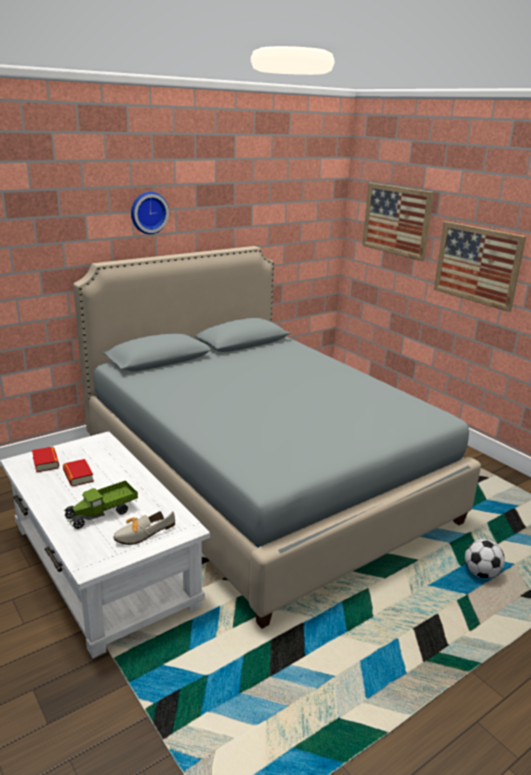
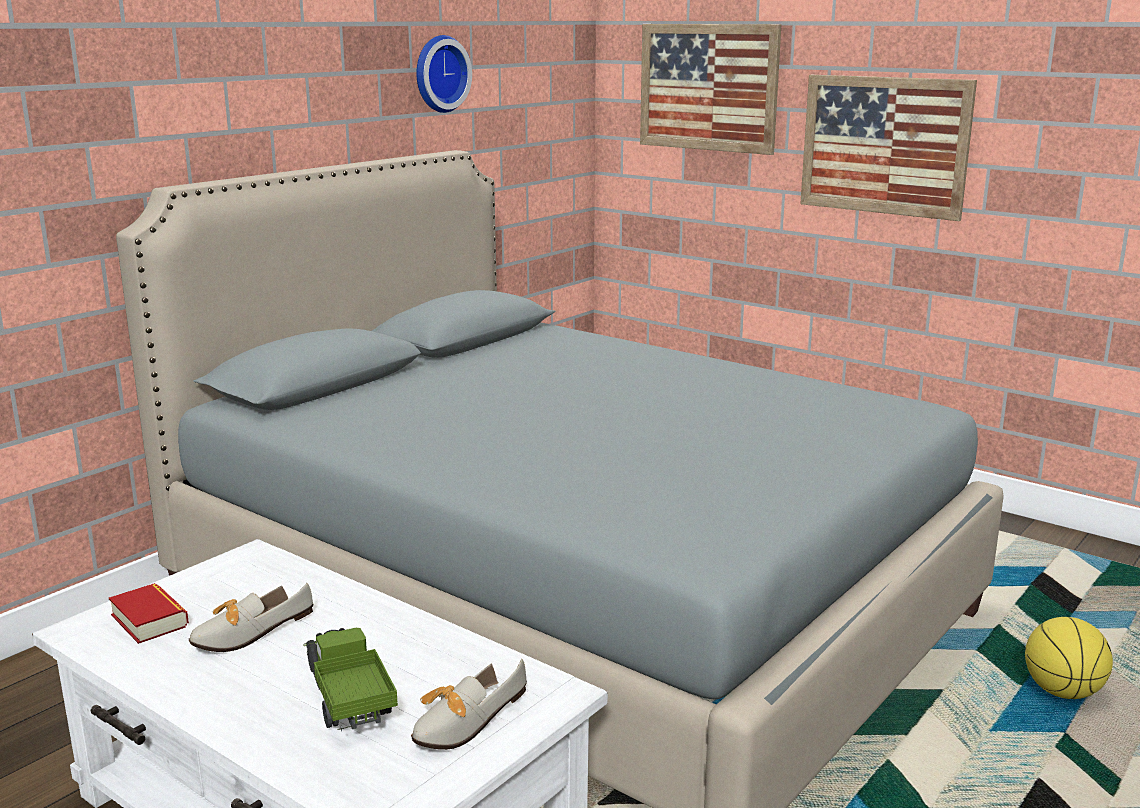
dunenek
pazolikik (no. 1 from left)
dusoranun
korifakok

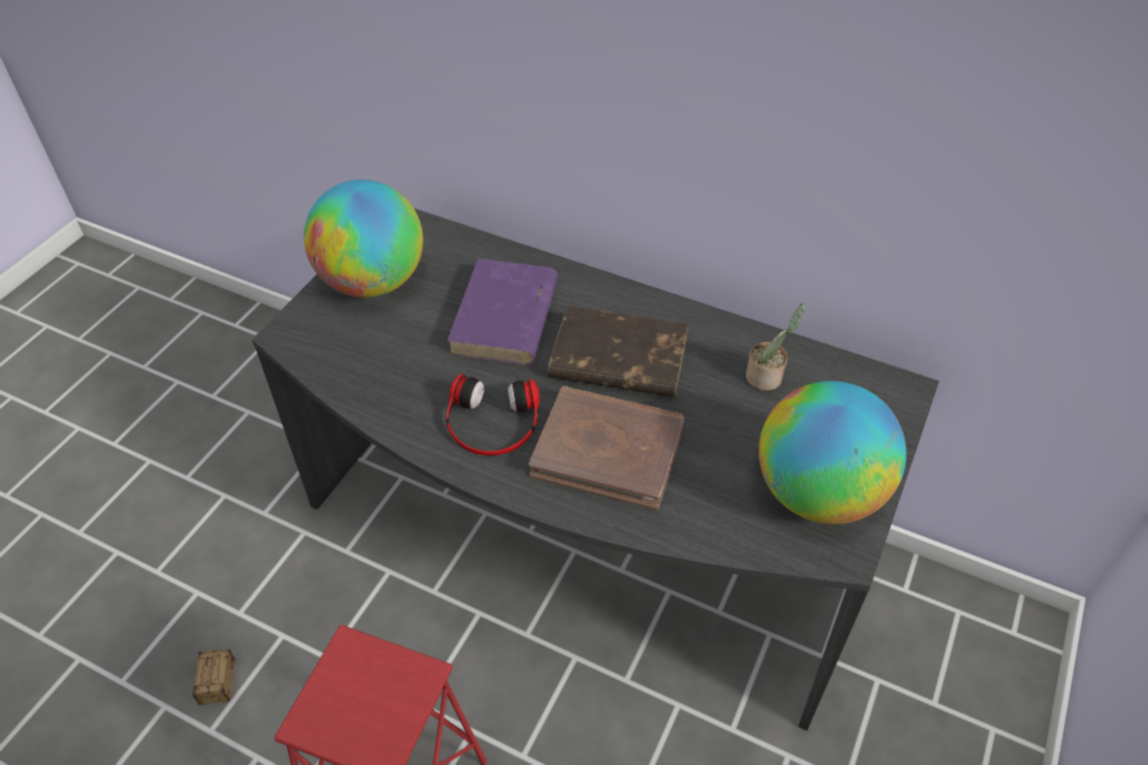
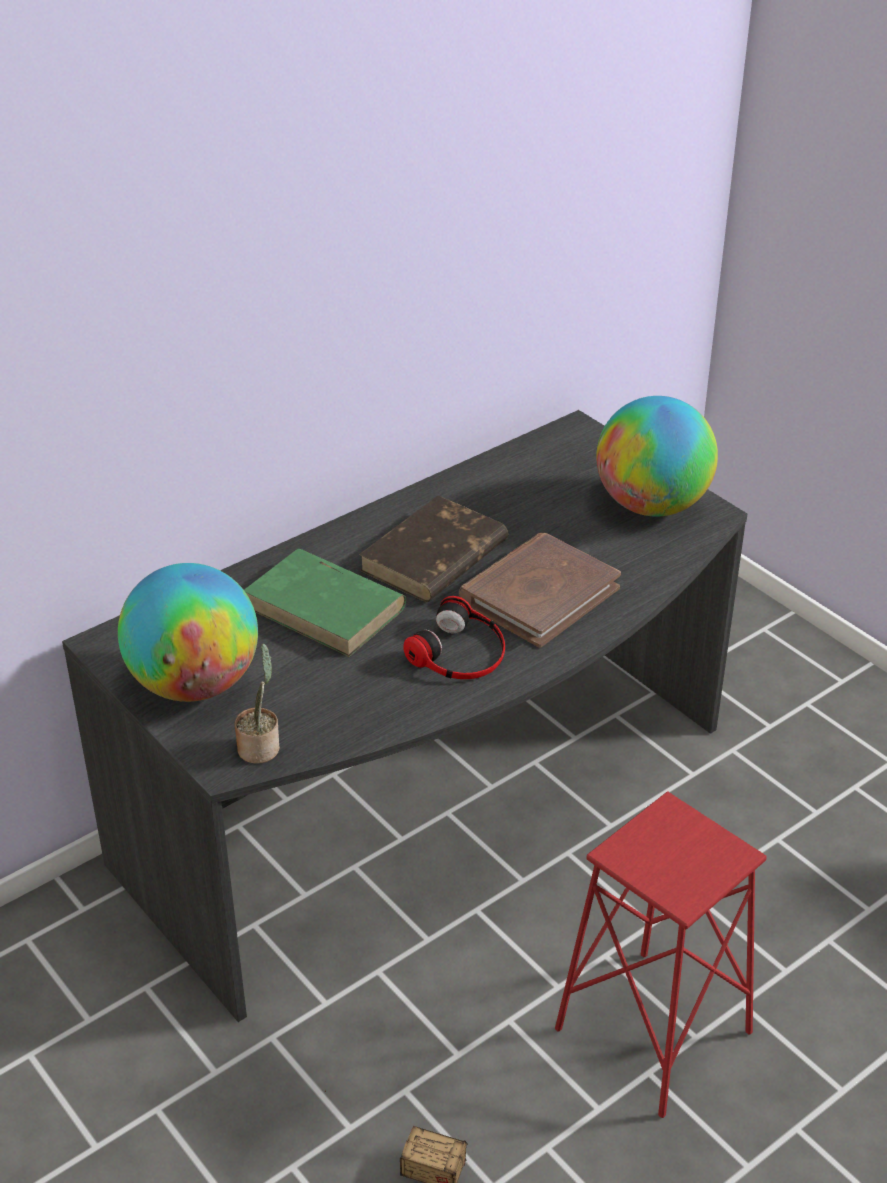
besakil
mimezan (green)

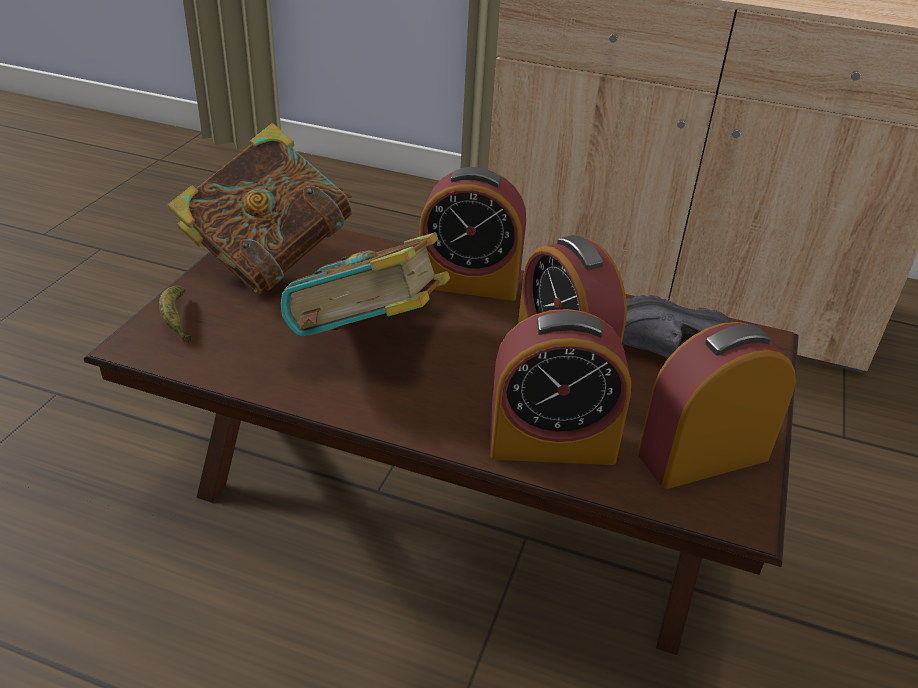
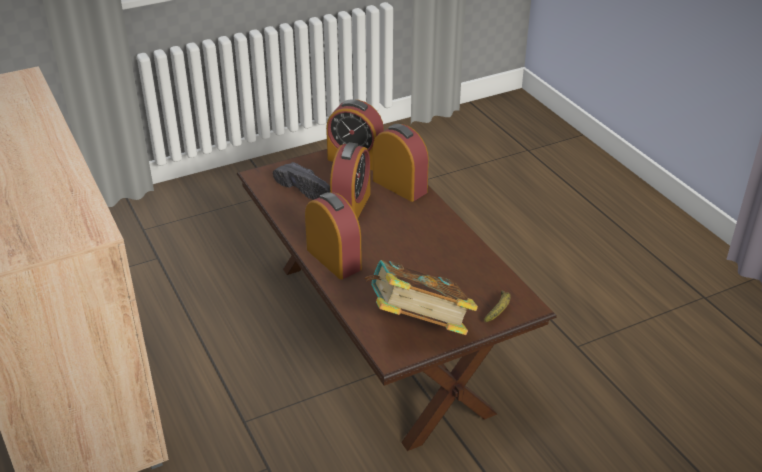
mimezan (no. 2 from left in the first image)

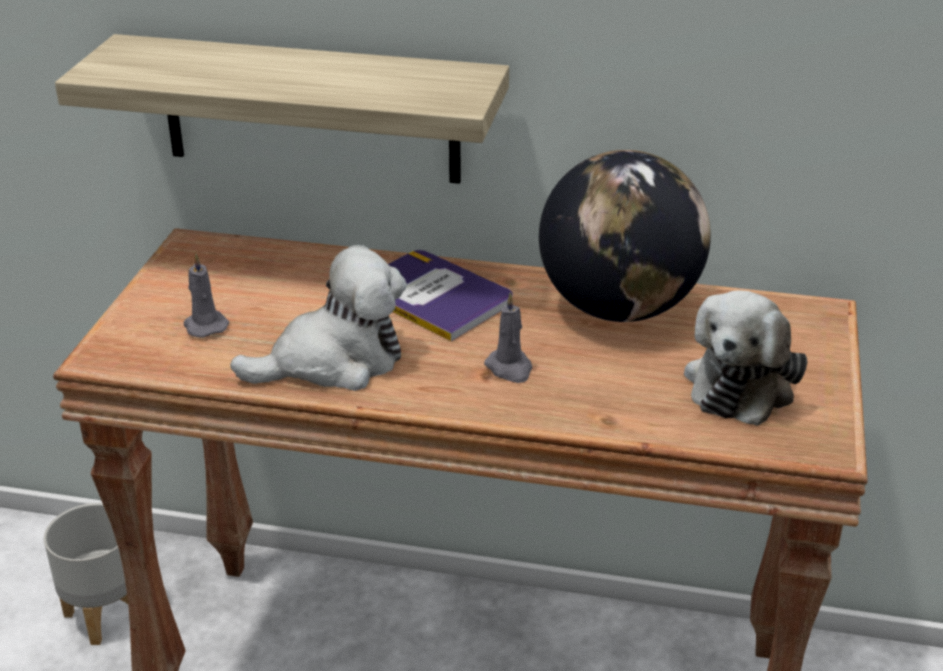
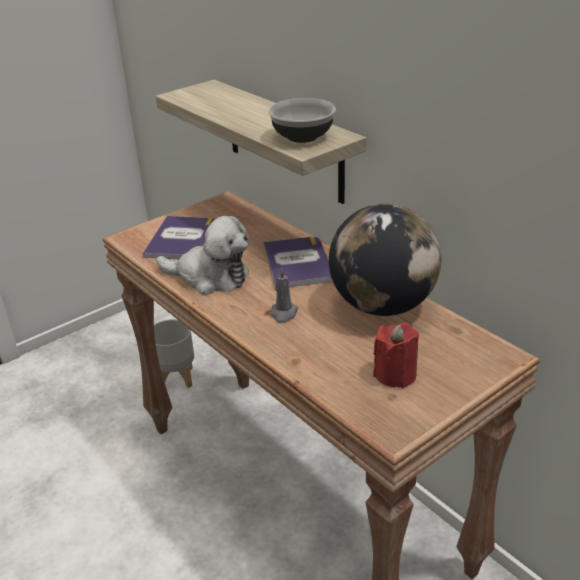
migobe
mimezan (no. 1 from left)
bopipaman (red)

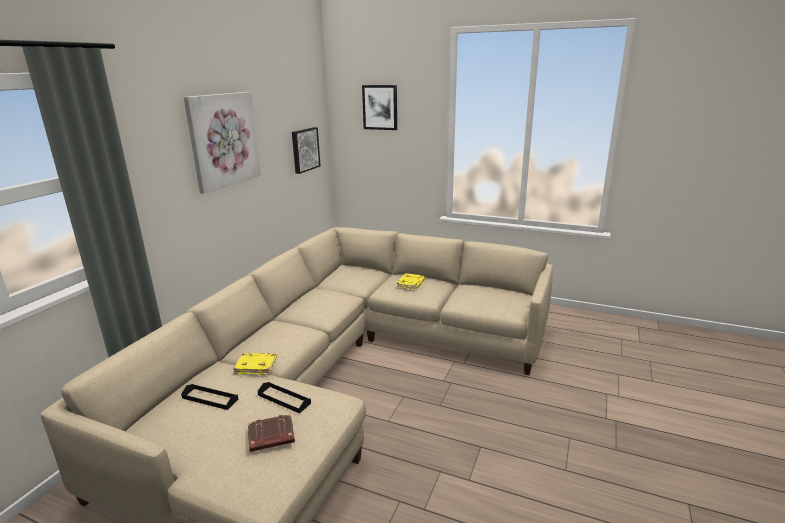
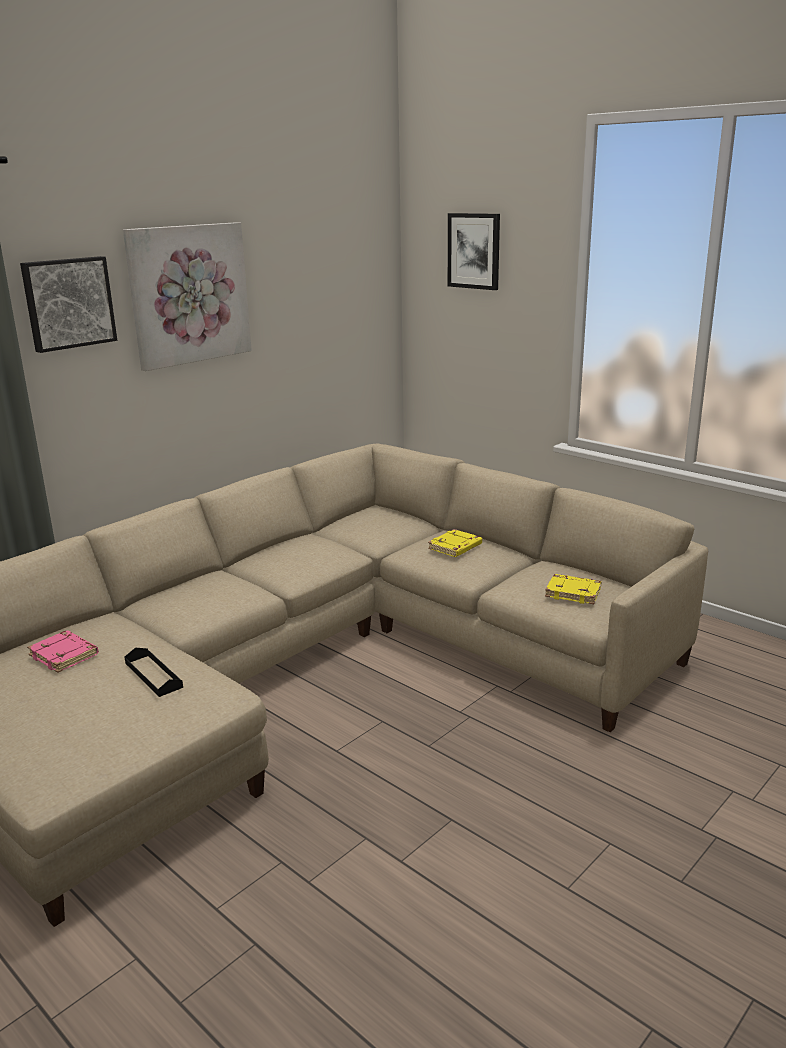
mimezan (brown)
mimezan (yellow) (no. 2 from left)
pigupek (no. 1 from left)
mimezan (pink)

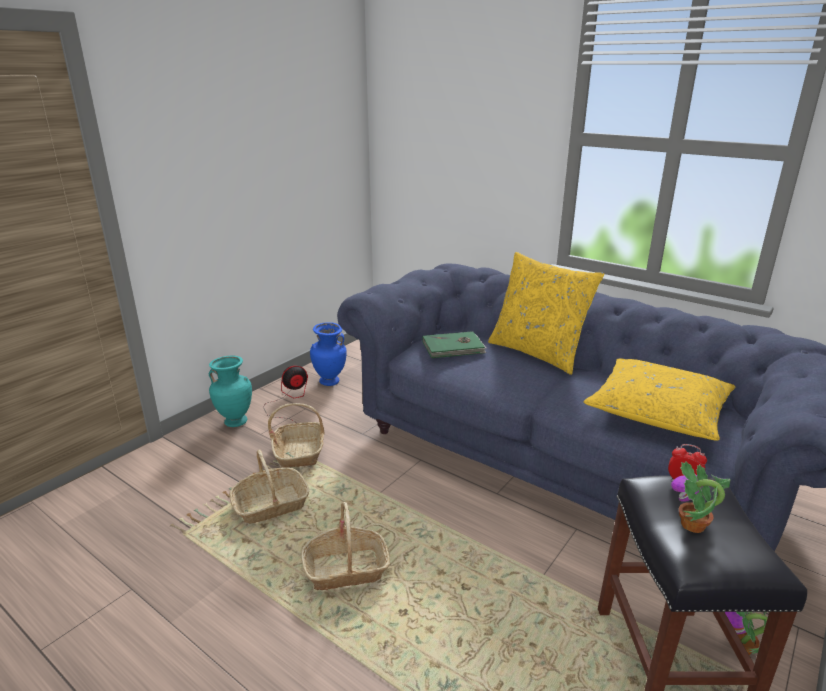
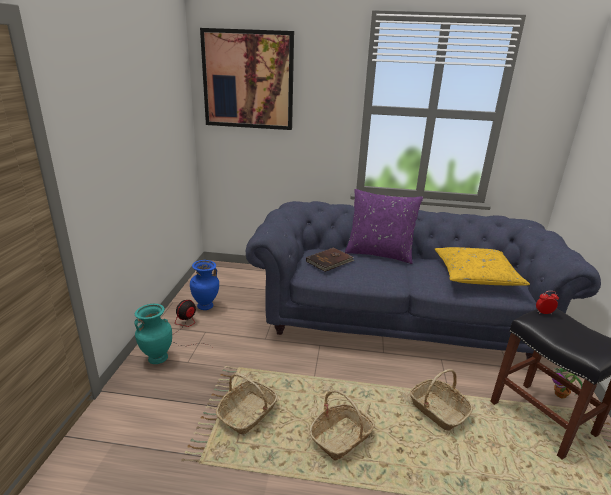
besakil (no. 1 from left in the first image)
pigupek
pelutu (no. 3 from left)
mimezan (brown)
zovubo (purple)

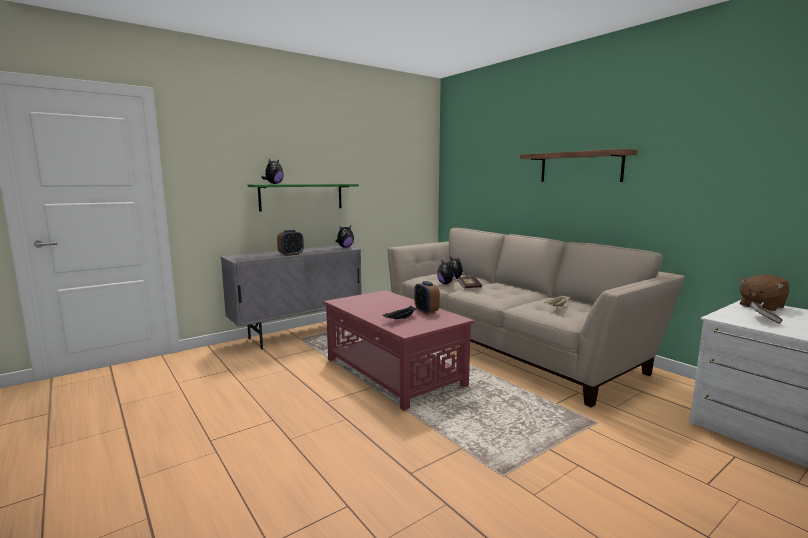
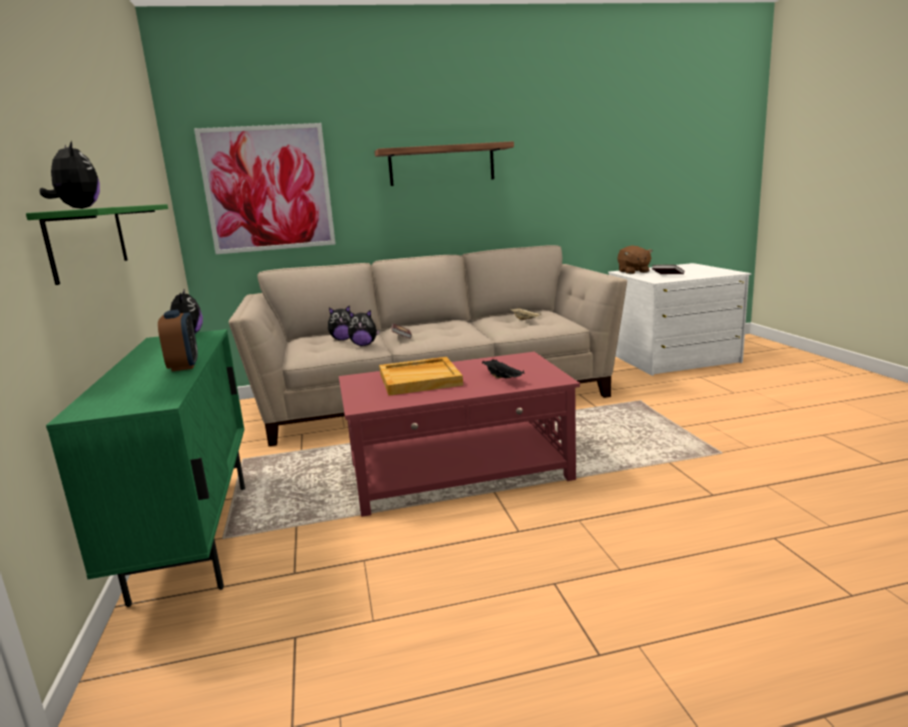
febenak (no. 2 from left in the first image)
pigupek
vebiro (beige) (no. 1 from left)
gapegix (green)

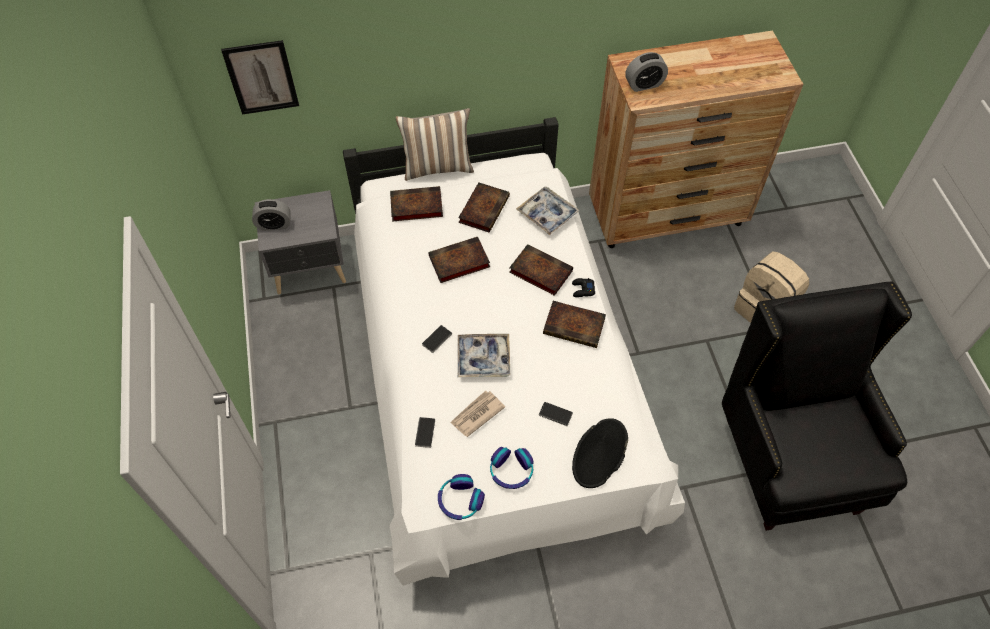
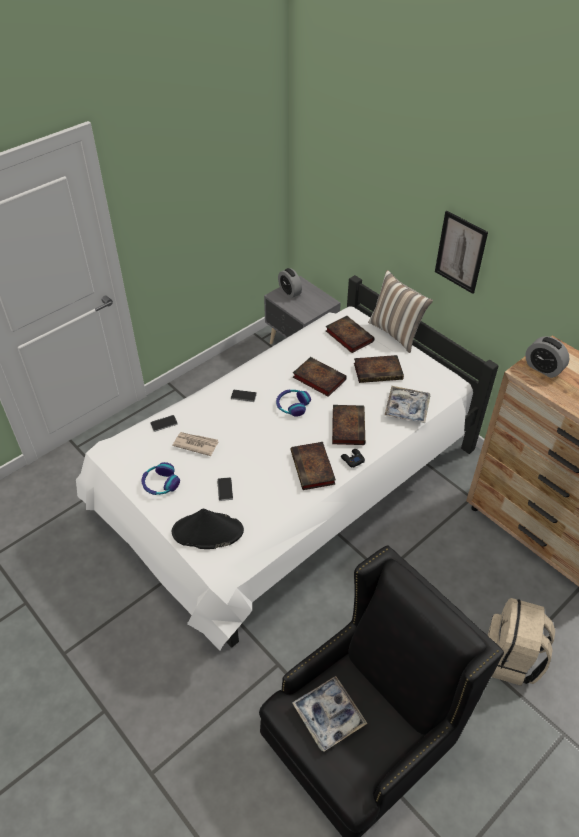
pigupek
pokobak (no. 2 from left)
vebiro (no. 1 from left)

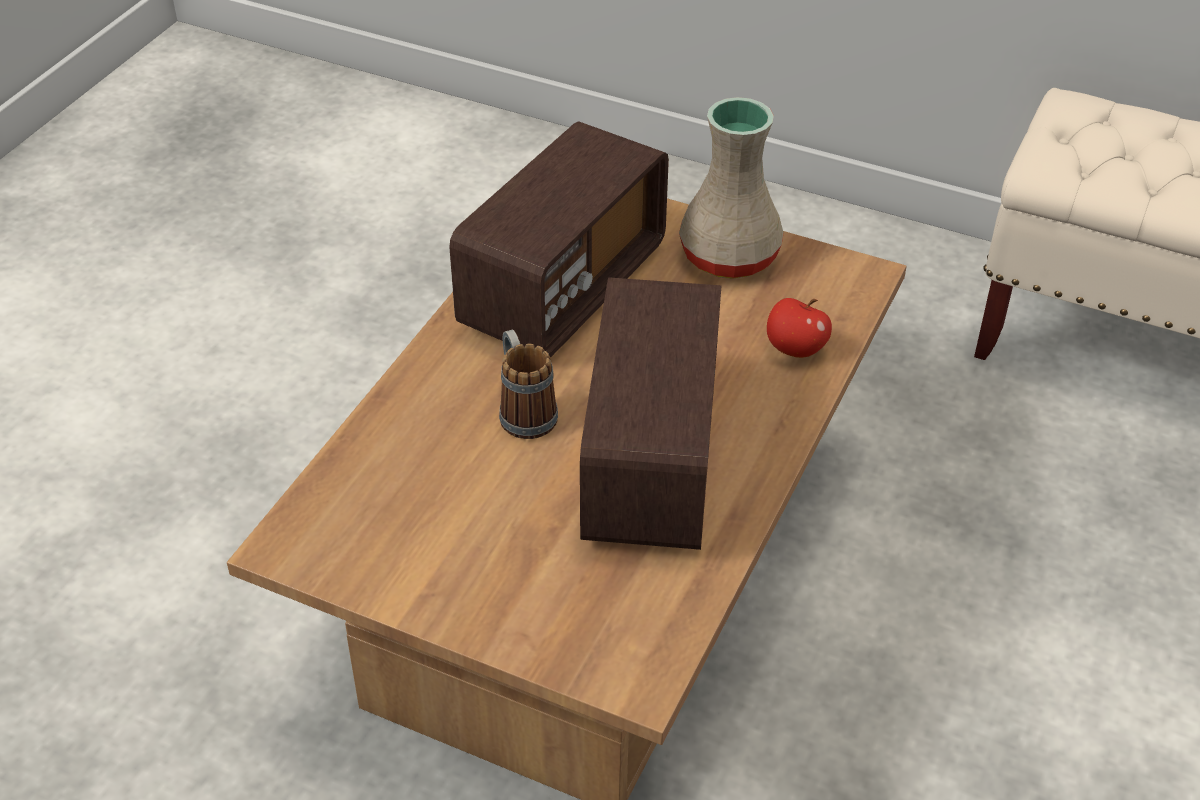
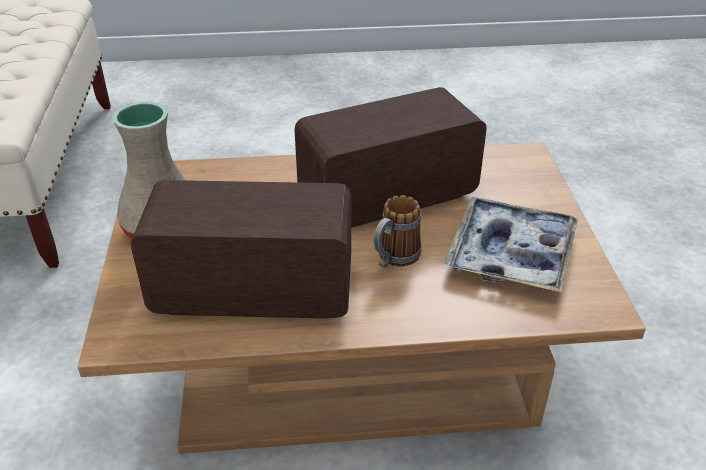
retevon
vebiro

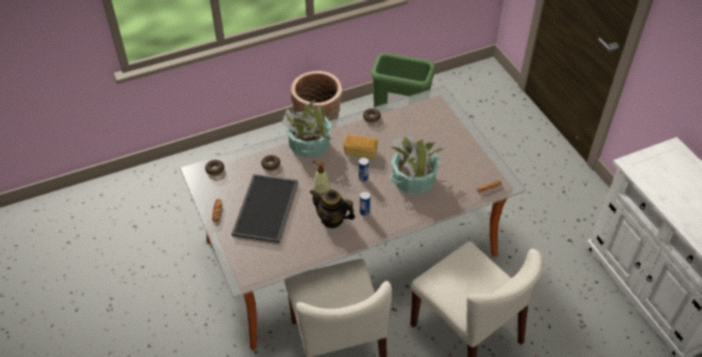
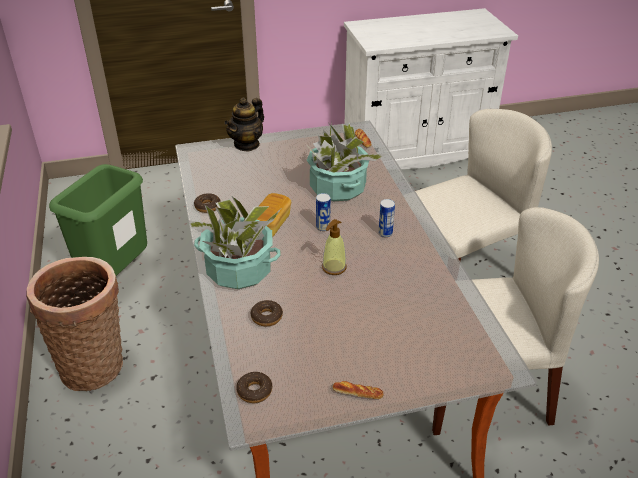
vebiro
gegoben

